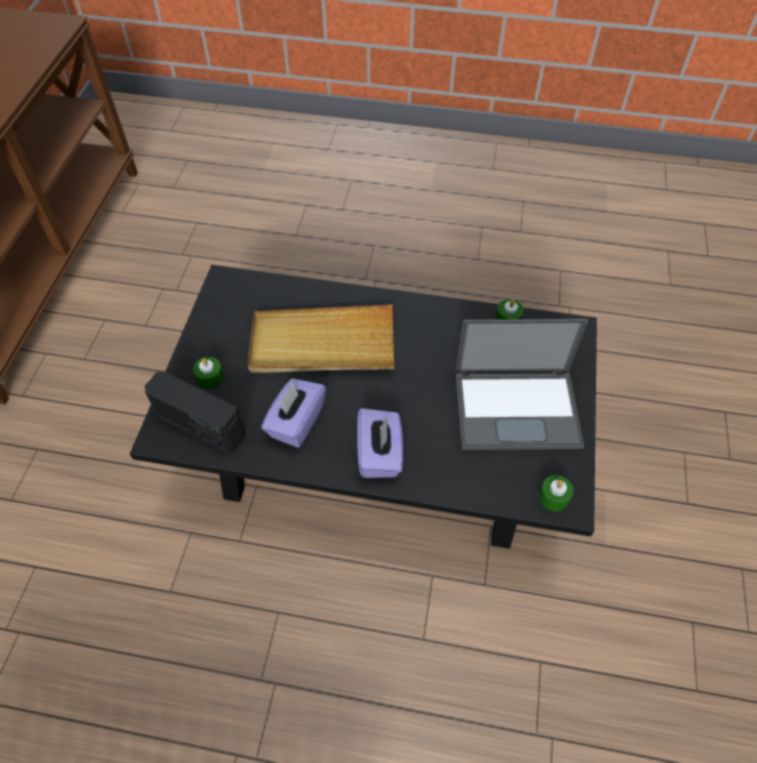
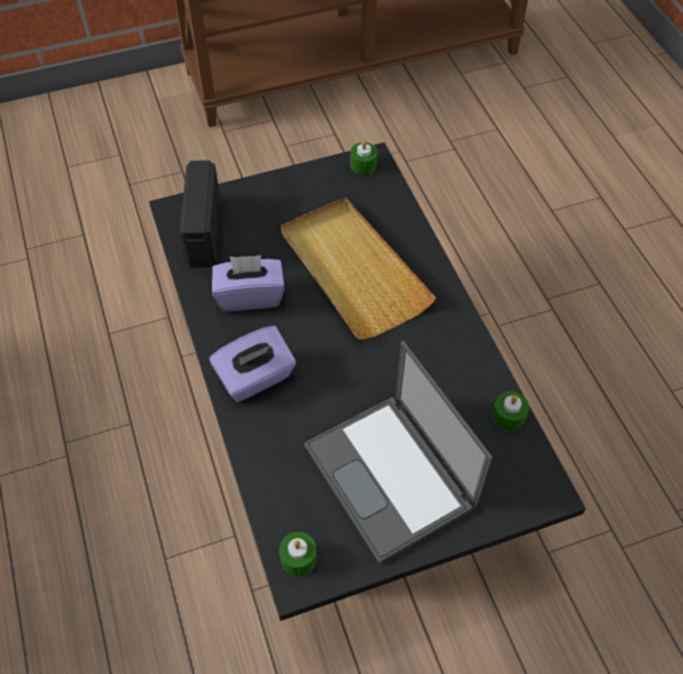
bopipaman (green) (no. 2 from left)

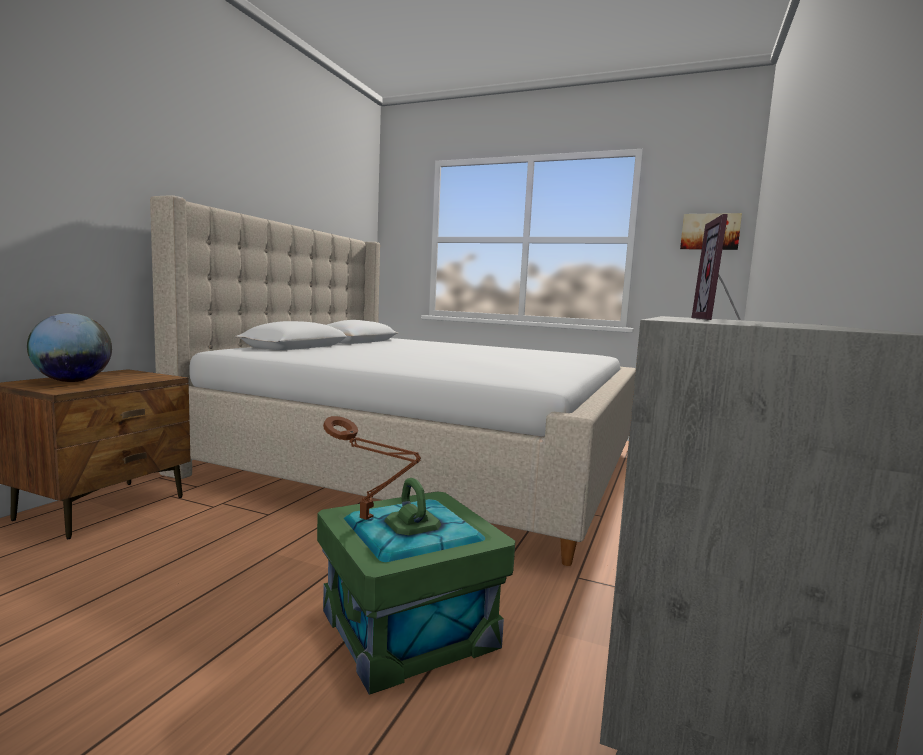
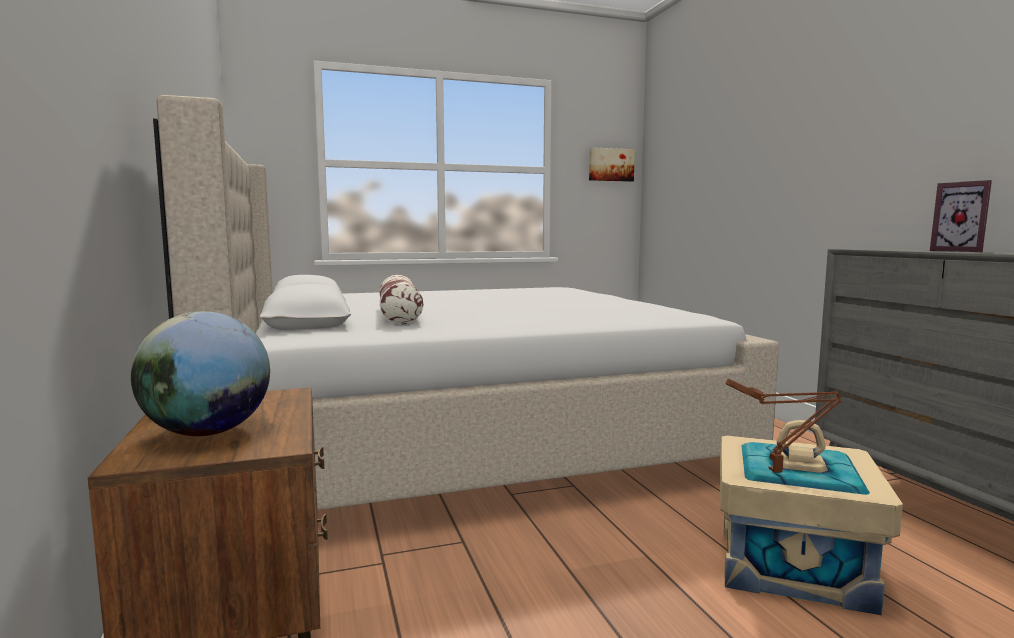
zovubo
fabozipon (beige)

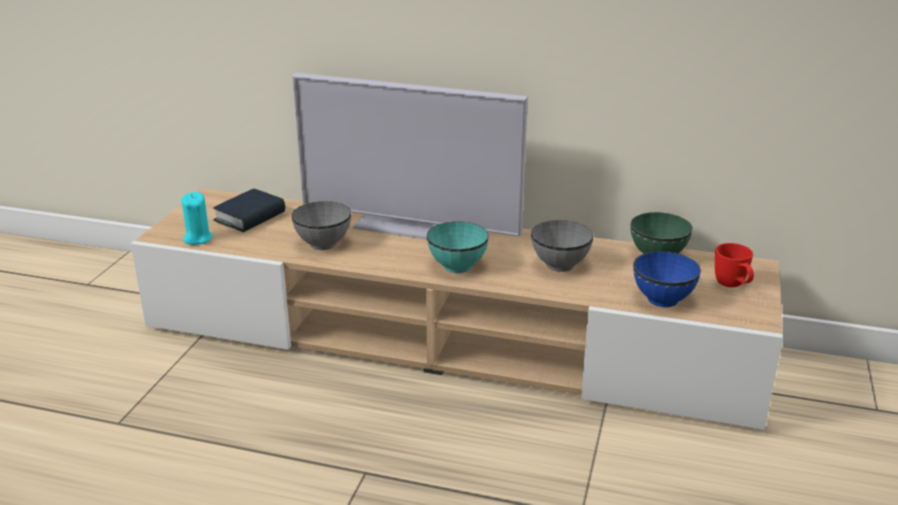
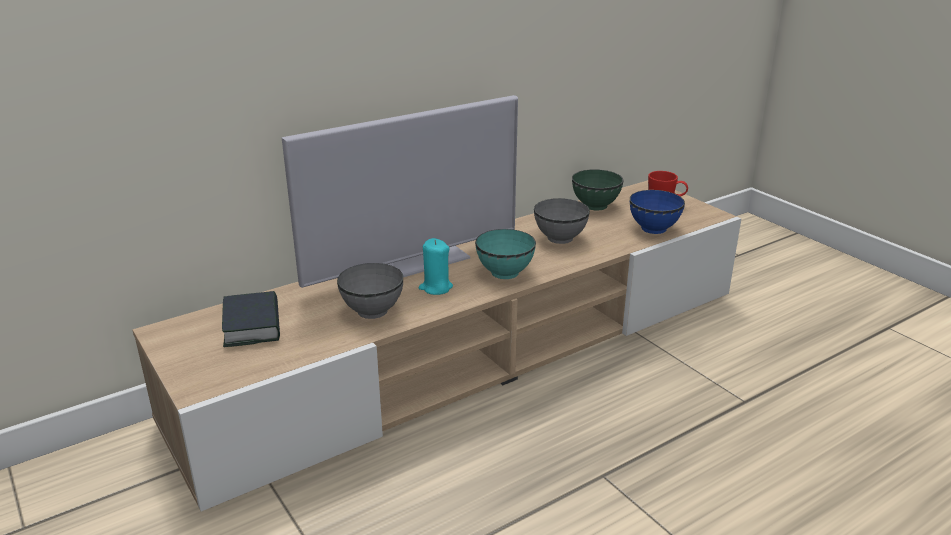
bopipaman (turquoise)

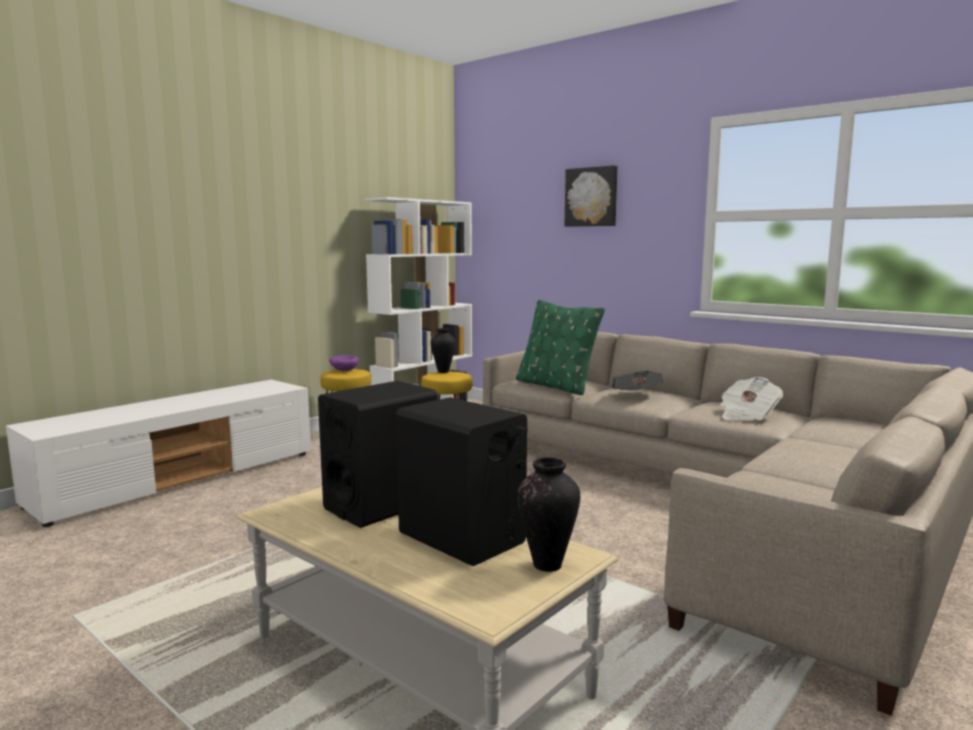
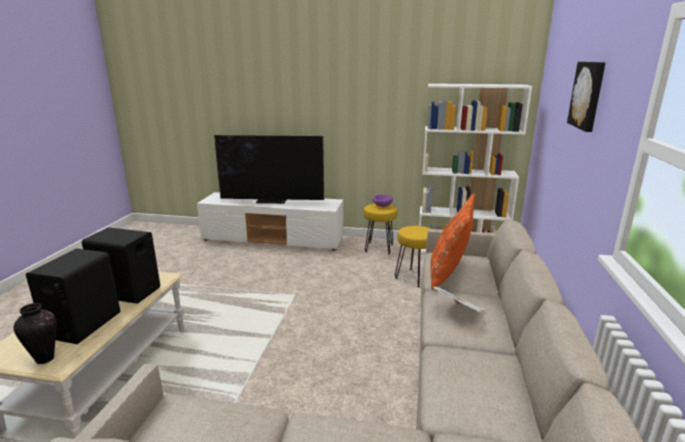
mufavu (no. 1 from left in the first image)
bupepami (no. 2 from left in the first image)
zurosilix
zovubo (orange)

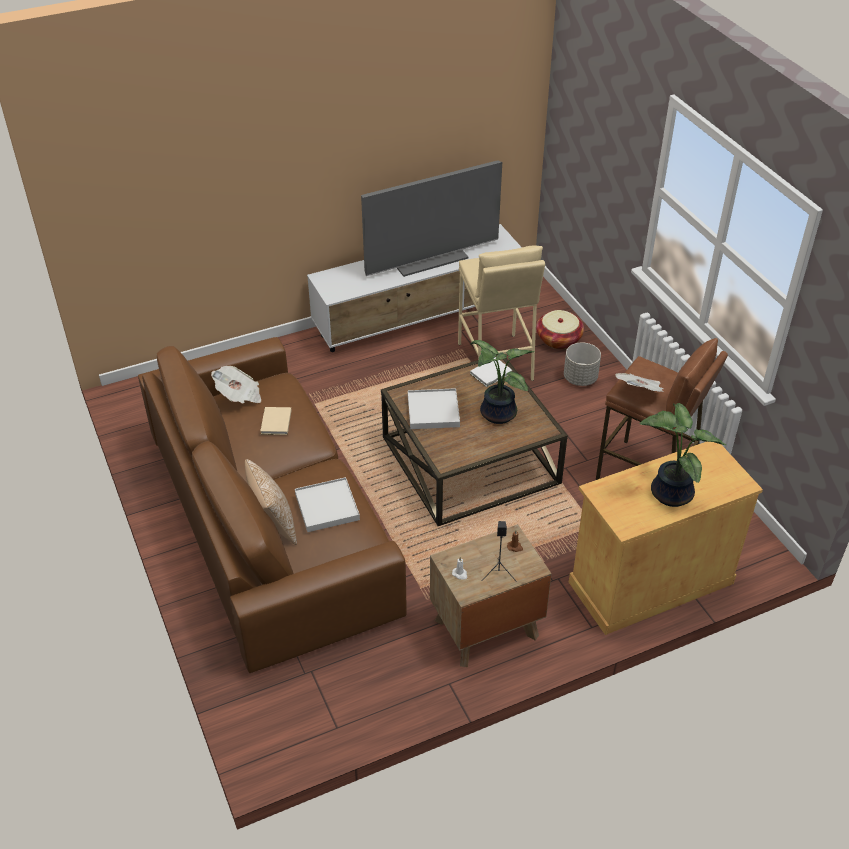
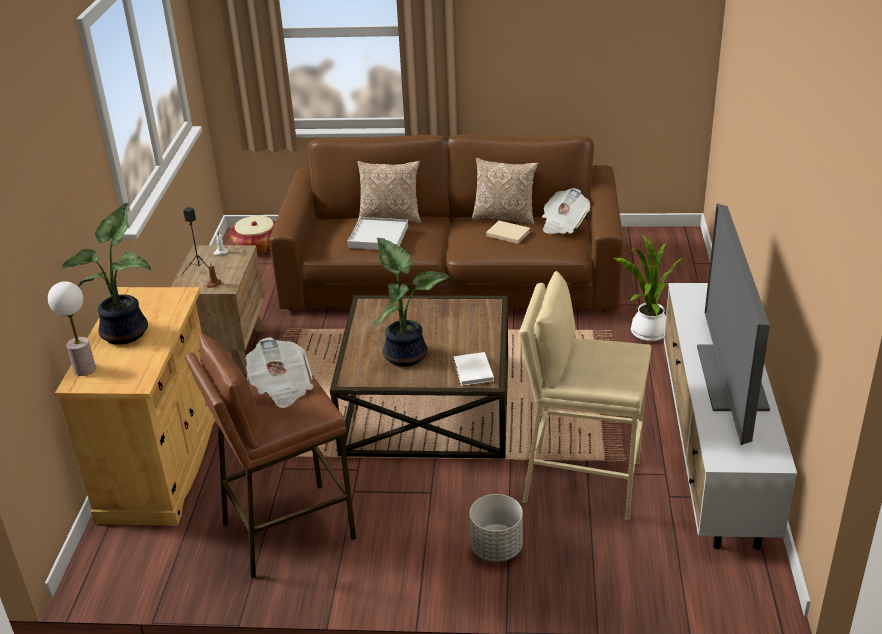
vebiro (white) (no. 2 from left in the first image)
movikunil
zovubo (no. 2 from left)
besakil (no. 3 from left)
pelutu

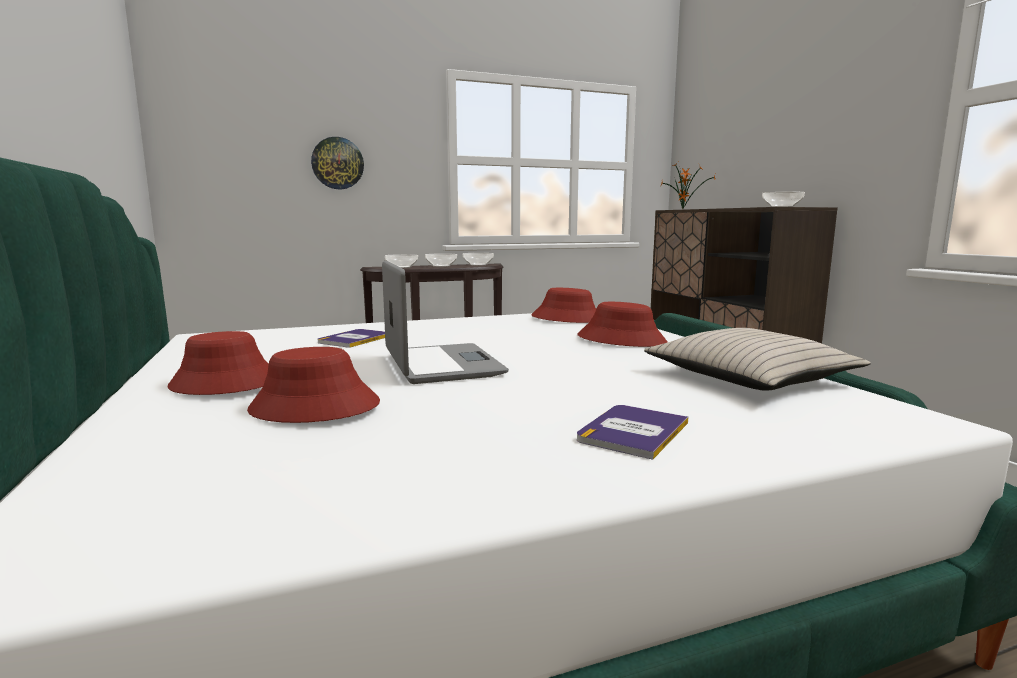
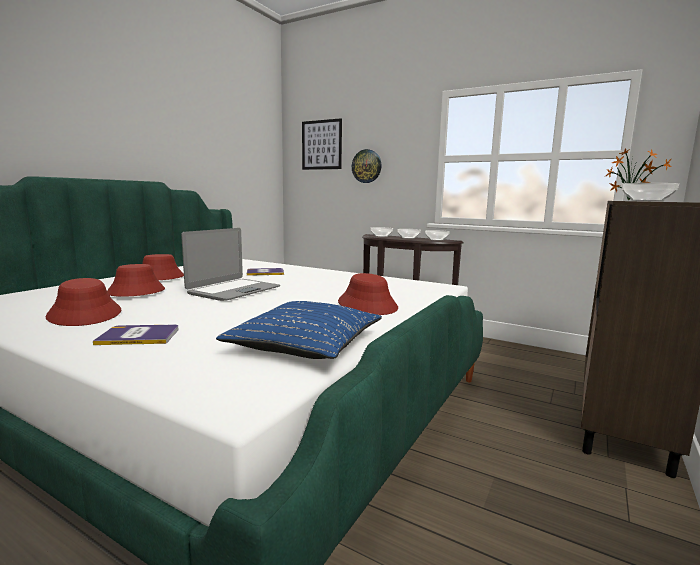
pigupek
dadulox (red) (no. 1 from left)
zovubo (blue)

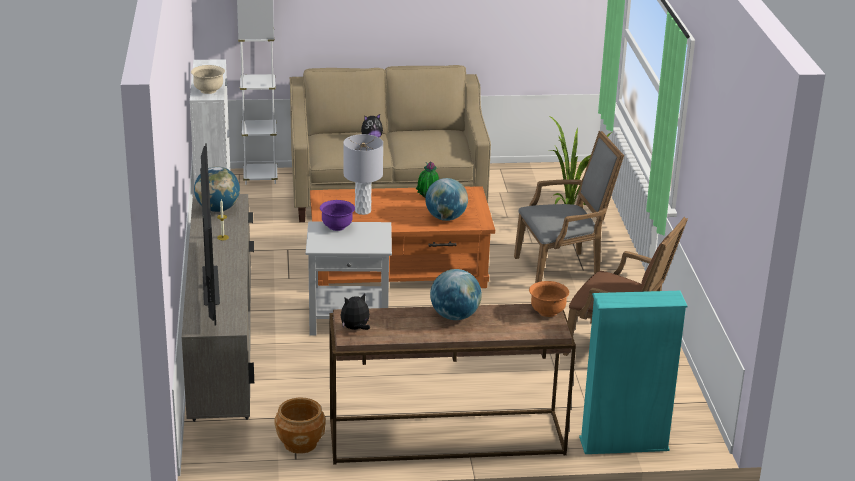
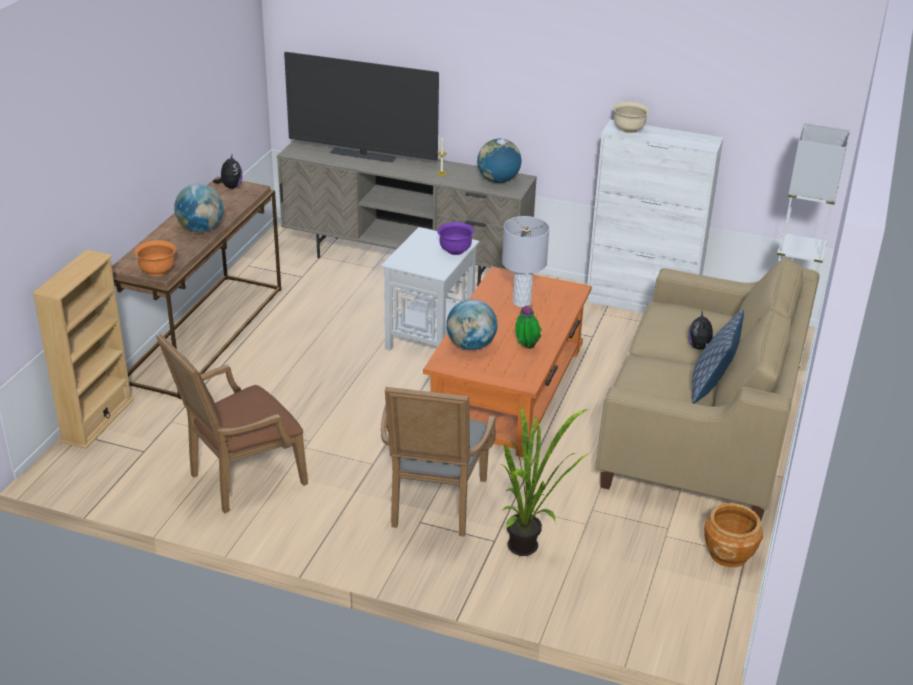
zovubo
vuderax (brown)
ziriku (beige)

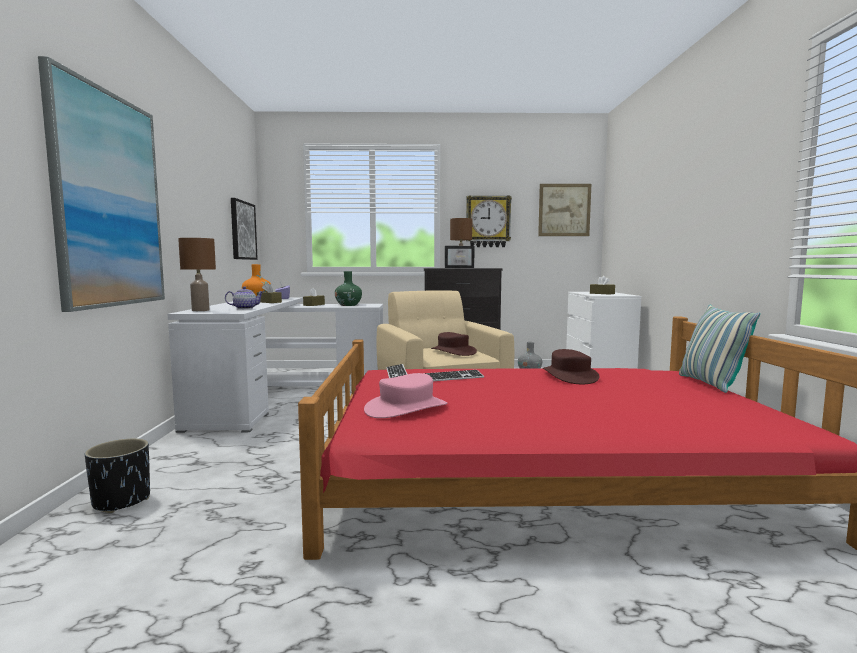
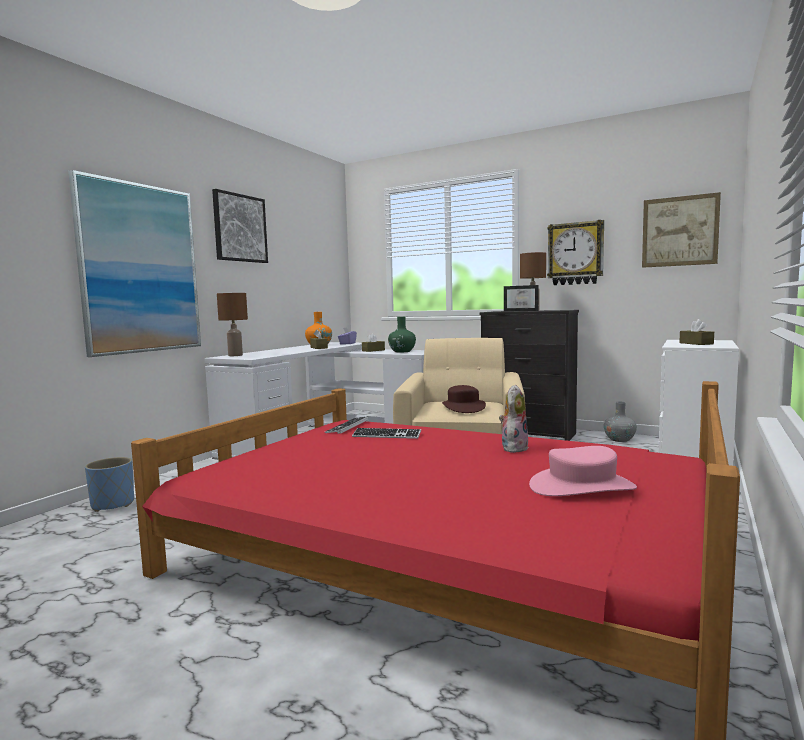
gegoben
zovubo
pigupek (no. 2 from left)
dadulox (pink)
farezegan
vuderax (blue)

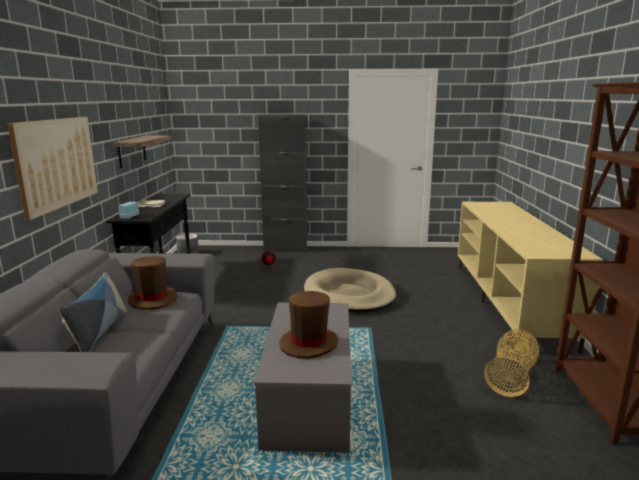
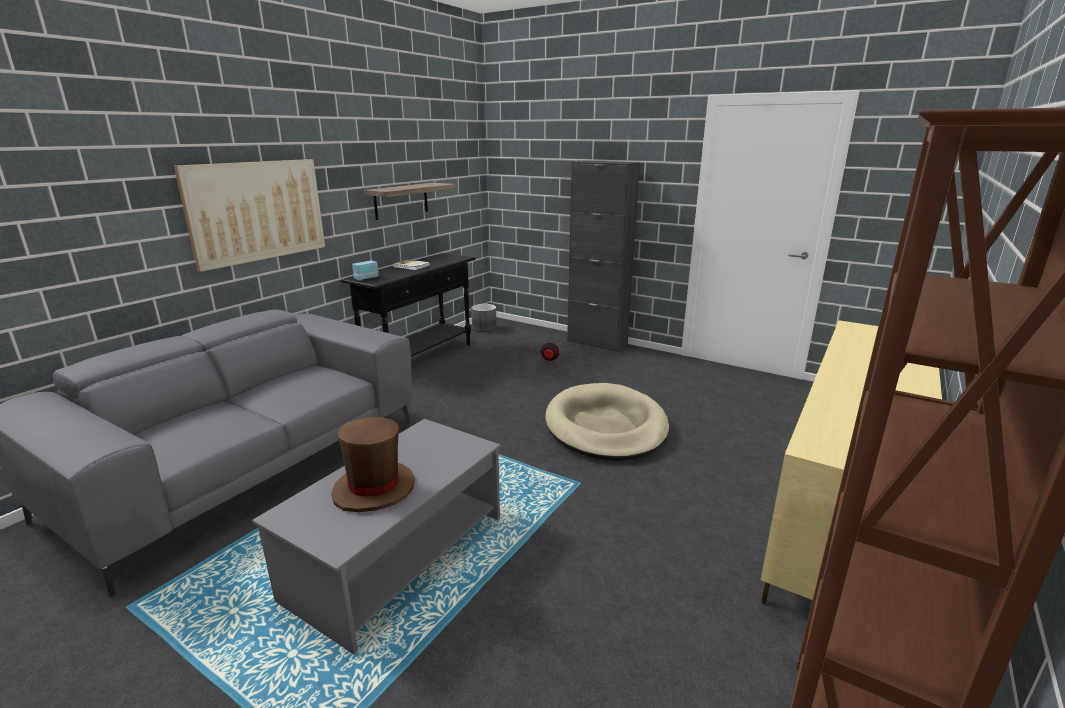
zovubo
dadulox (brown) (no. 1 from left in the first image)
pelutu

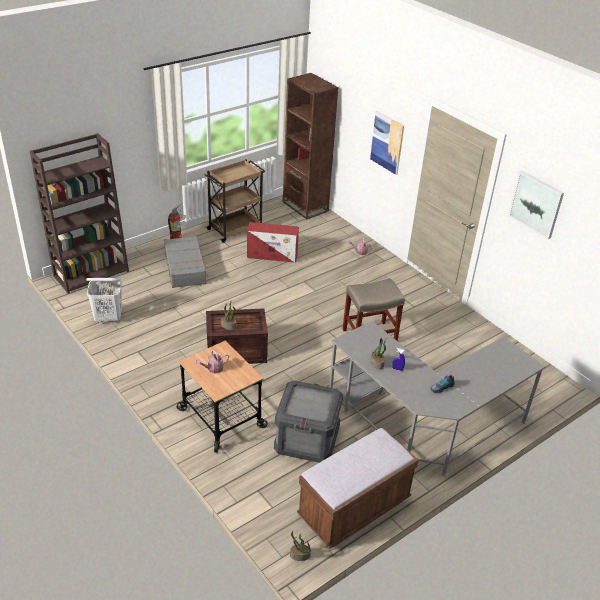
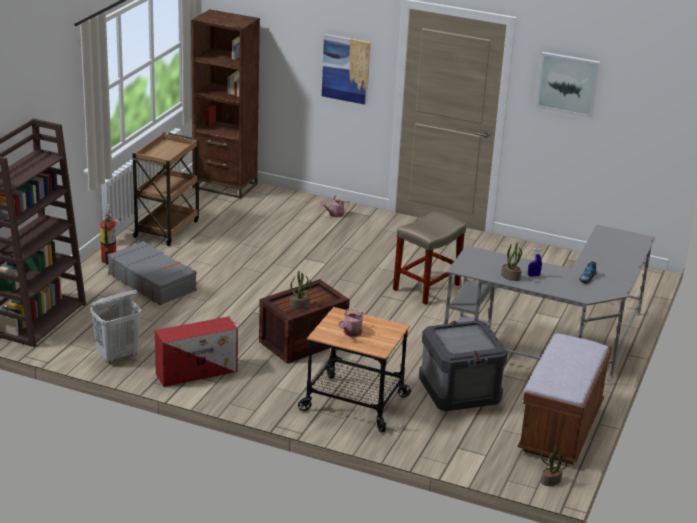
fabozipon (red)

